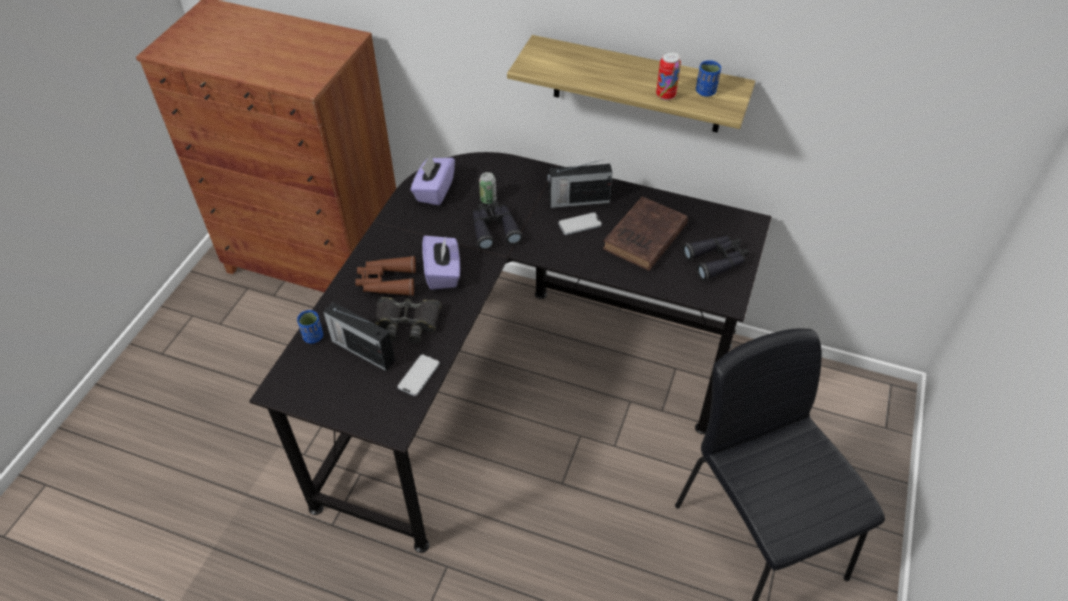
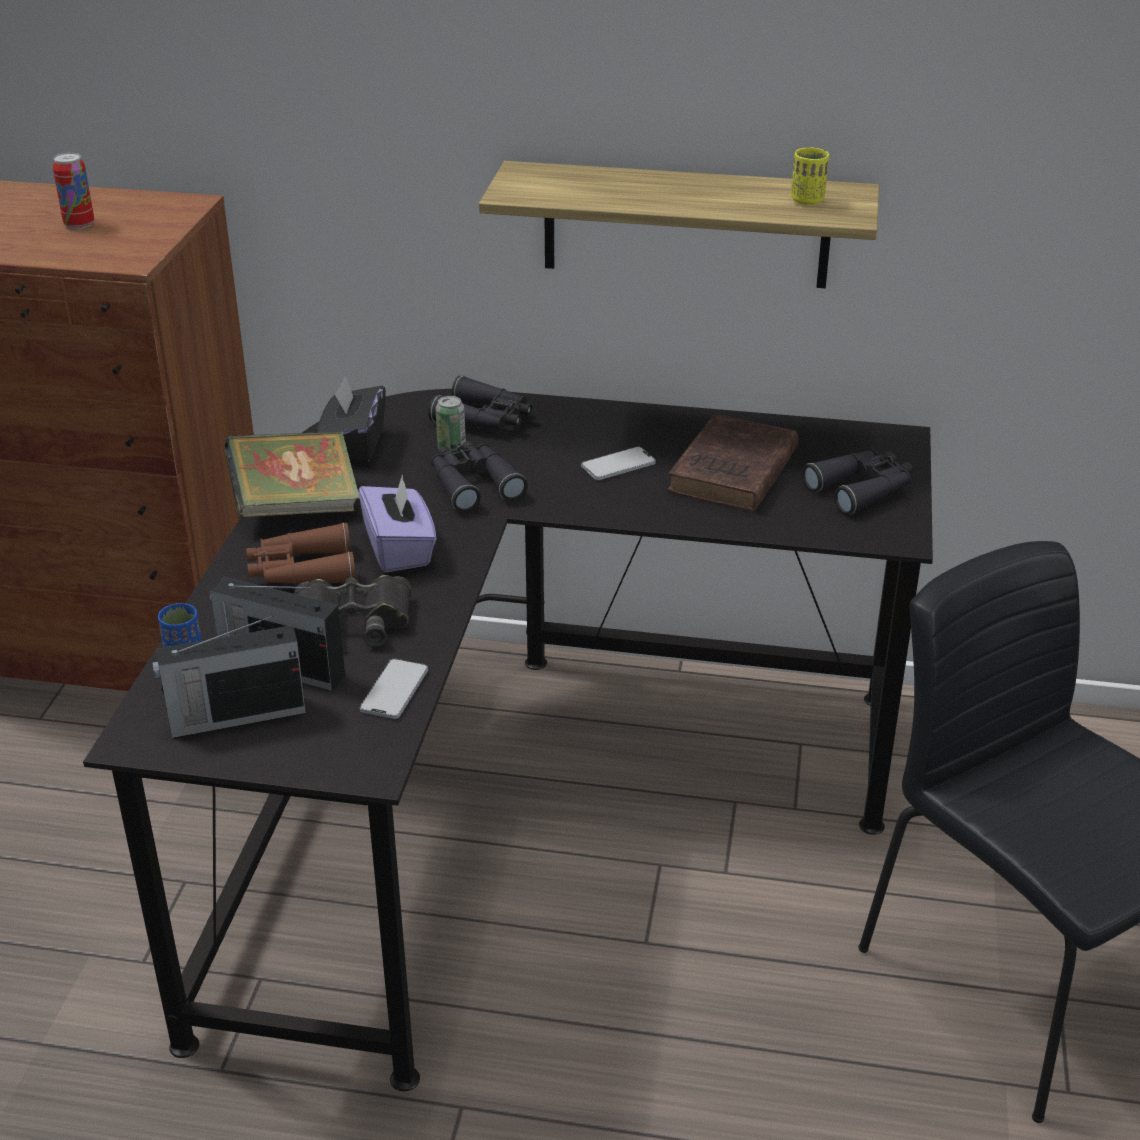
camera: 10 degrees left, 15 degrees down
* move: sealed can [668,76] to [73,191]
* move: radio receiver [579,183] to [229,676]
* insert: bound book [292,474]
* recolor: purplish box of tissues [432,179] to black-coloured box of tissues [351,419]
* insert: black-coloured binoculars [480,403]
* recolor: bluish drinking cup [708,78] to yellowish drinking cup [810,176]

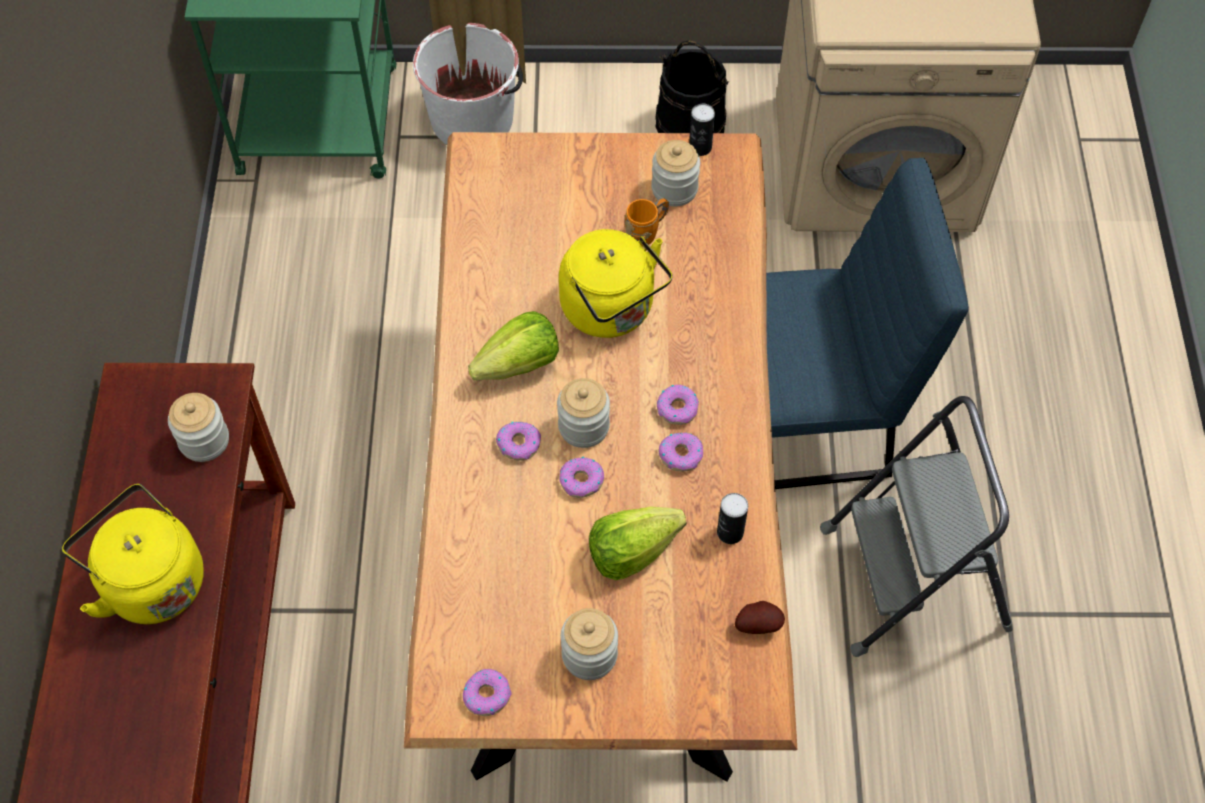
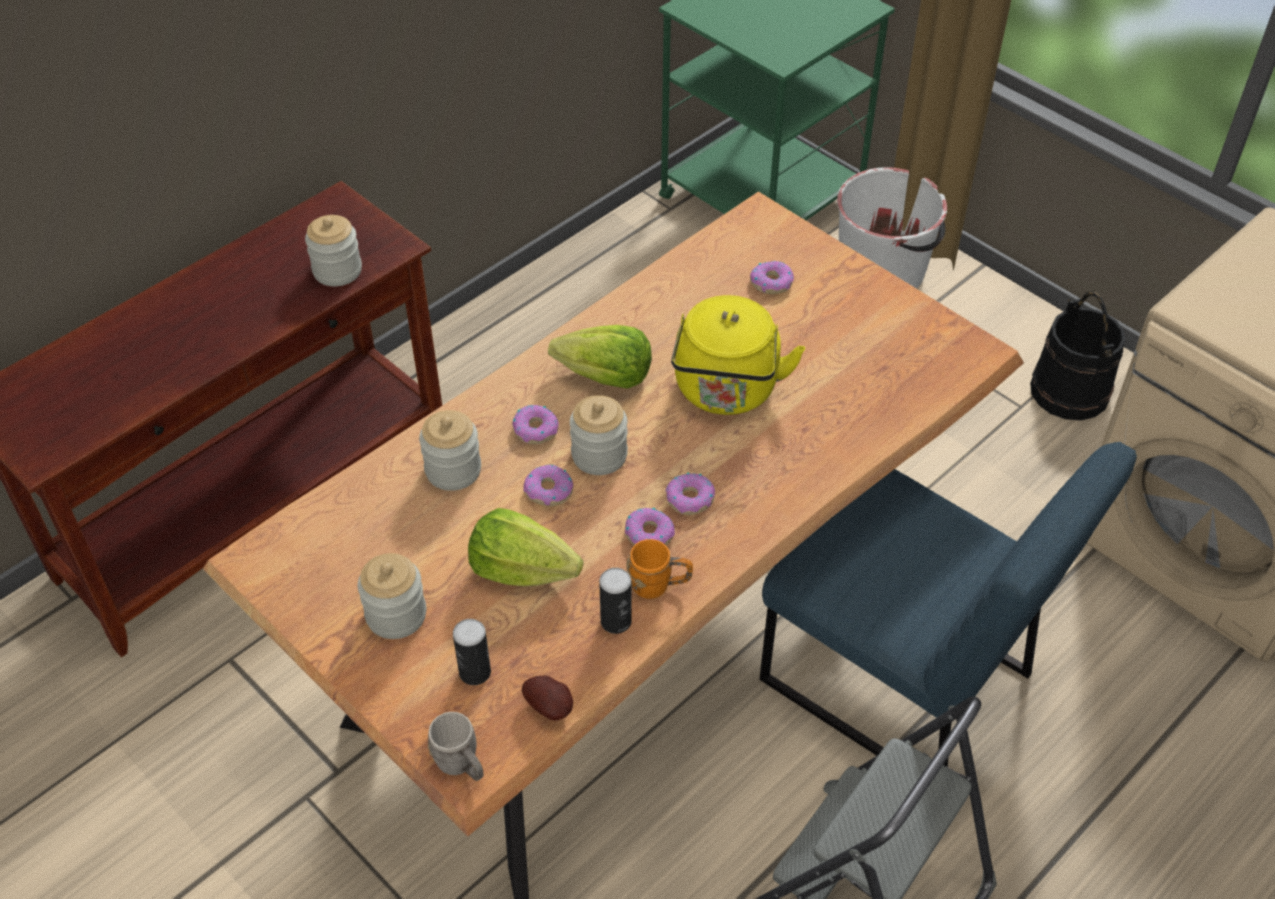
camera: 45 degrees right, 10 degrees down
* move: storage jar [675,173] to [450,450]
* insert: greyish tea mug [456,746]
* move: sealed can [702,130] to [472,652]
* move: orangey tea mug [646,222] to [660,569]
* move: ring doughnut [487,692] to [772,277]
* delete: yellowish kettle [133,554]

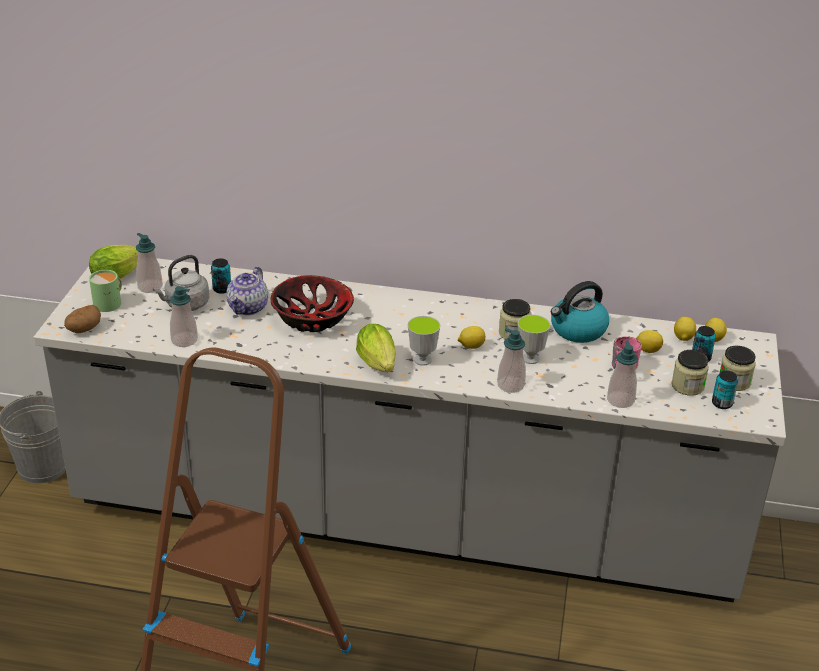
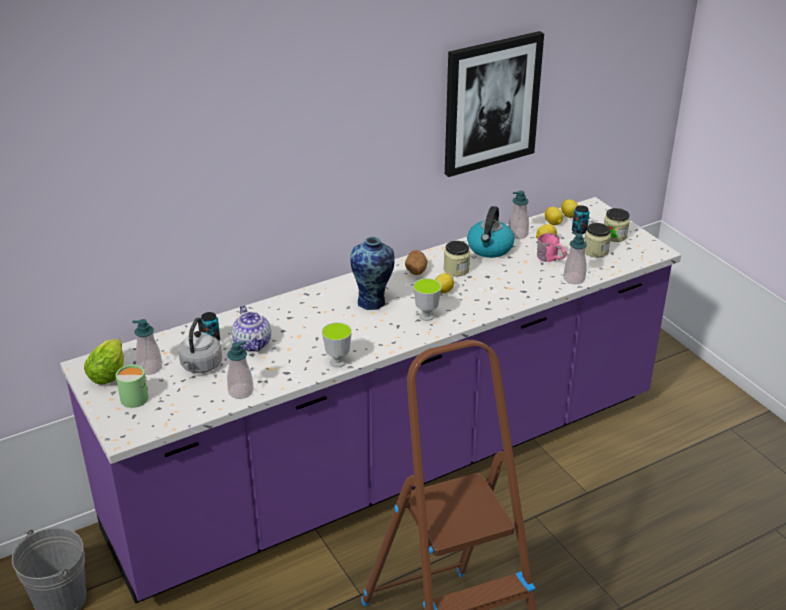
camera: 40 degrees left, 0 degrees up
* recolor: greyish kitchen counter [410,430] to purplish kitchen counter [370,400]
* move: drinking cup [534,339] to [337,344]
* insert: vase [372,273]
* move: spud [82,319] to [416,262]
* insert: wall art [494,104]
* move: soap dispenser [511,360] to [518,215]
* delete: bowl [312,303]
* delete: lettuce [376,348]
* delete: sealed can [725,389]

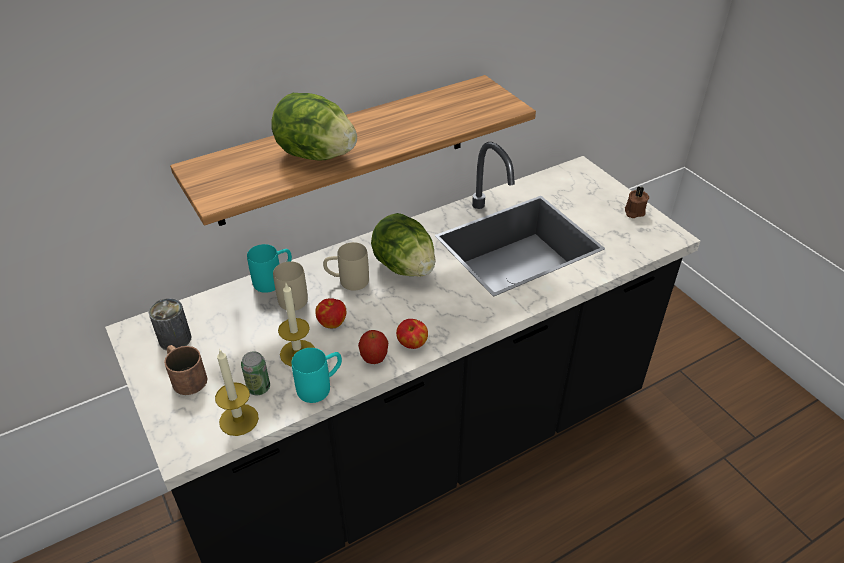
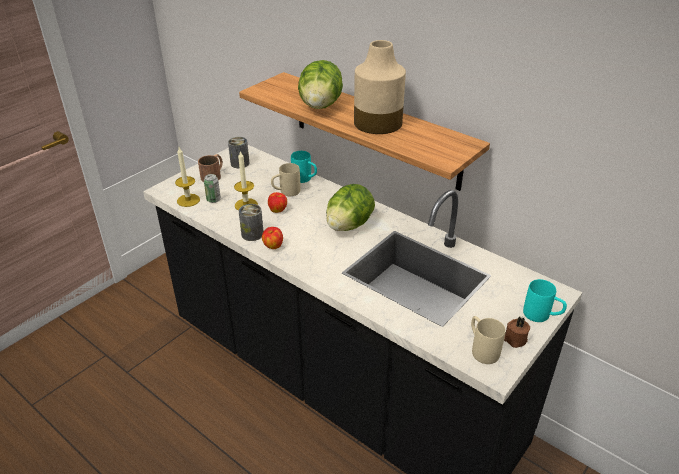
camera: 70 degrees right, 5 degrees down
* replace: apple fruit [373,347] to sealed can [251,222]
* insert: beige vase [380,87]
* move: beige tea mug [346,266] to [488,340]
* move: turquoise tea mug [317,375] to [545,300]

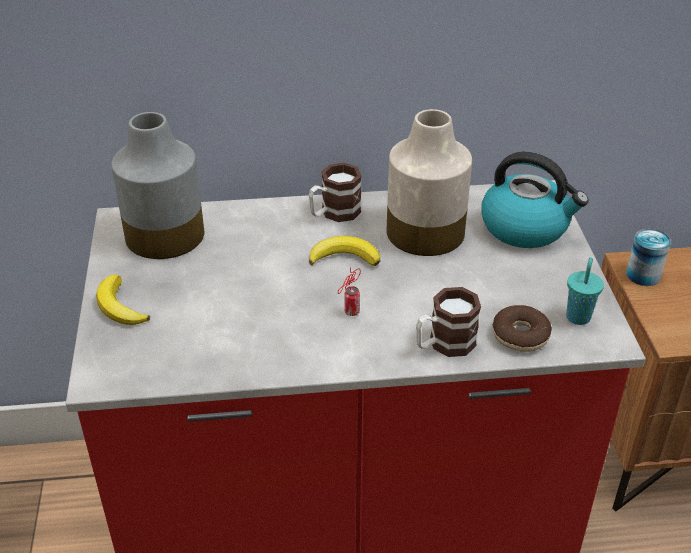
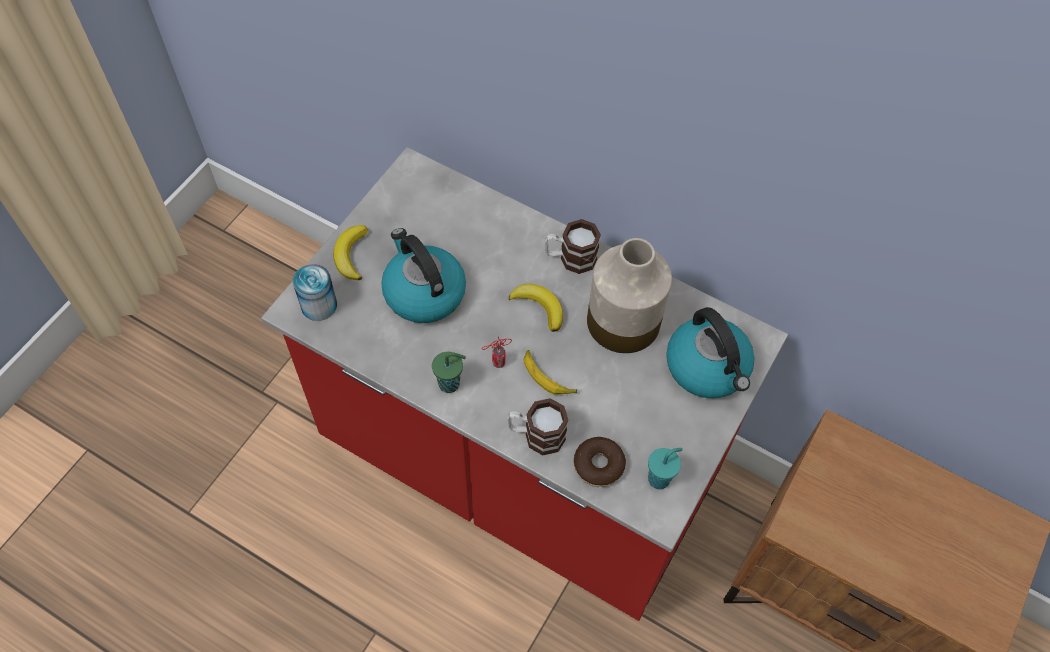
camera: 35 degrees right, 20 degrees up
* move: sealed can [648,257] to [315,292]
* insert: kettle [423,275]
* insert: green drinking cup [449,372]
* insert: banana [550,372]
* delete: greyish vase [157,185]

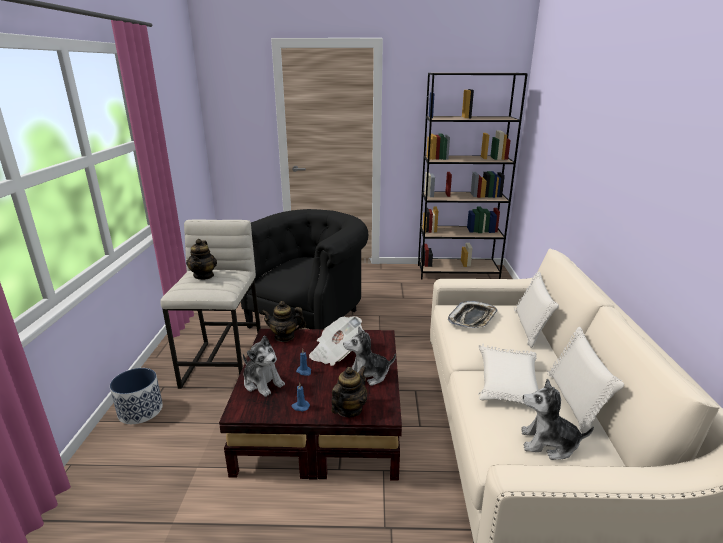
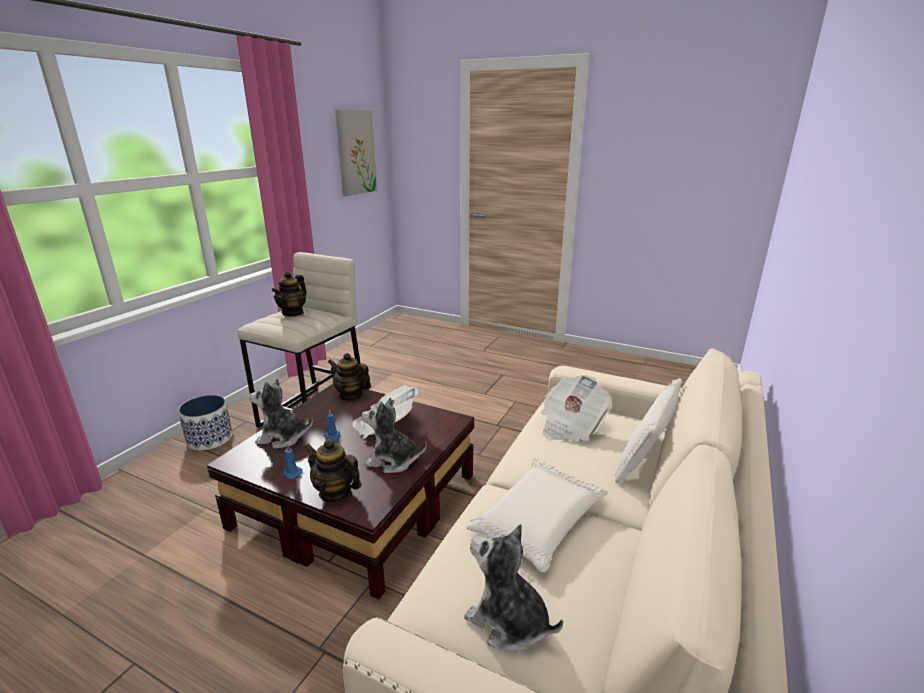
camera: 25 degrees right, 0 degrees up
* rotate: plush toy [264,366] = [281,414] 120 degrees clockwise
* rotate: teapot [349,391] = [333,471] 120 degrees counterclockwise
* insert: wall art [356,153]
* replace: carrying tray [472,314] to newspaper [576,408]
* delete: black-coloured easy chair [304,269]
* delete: beige shelving unit [473,176]
* delete: white-coloured pillow [585,380]

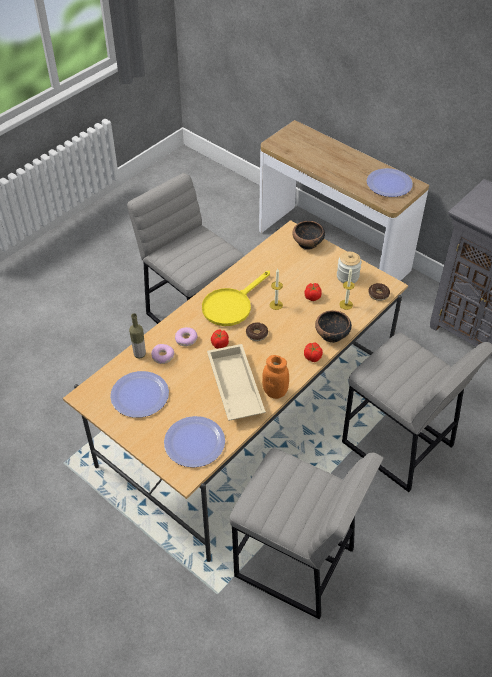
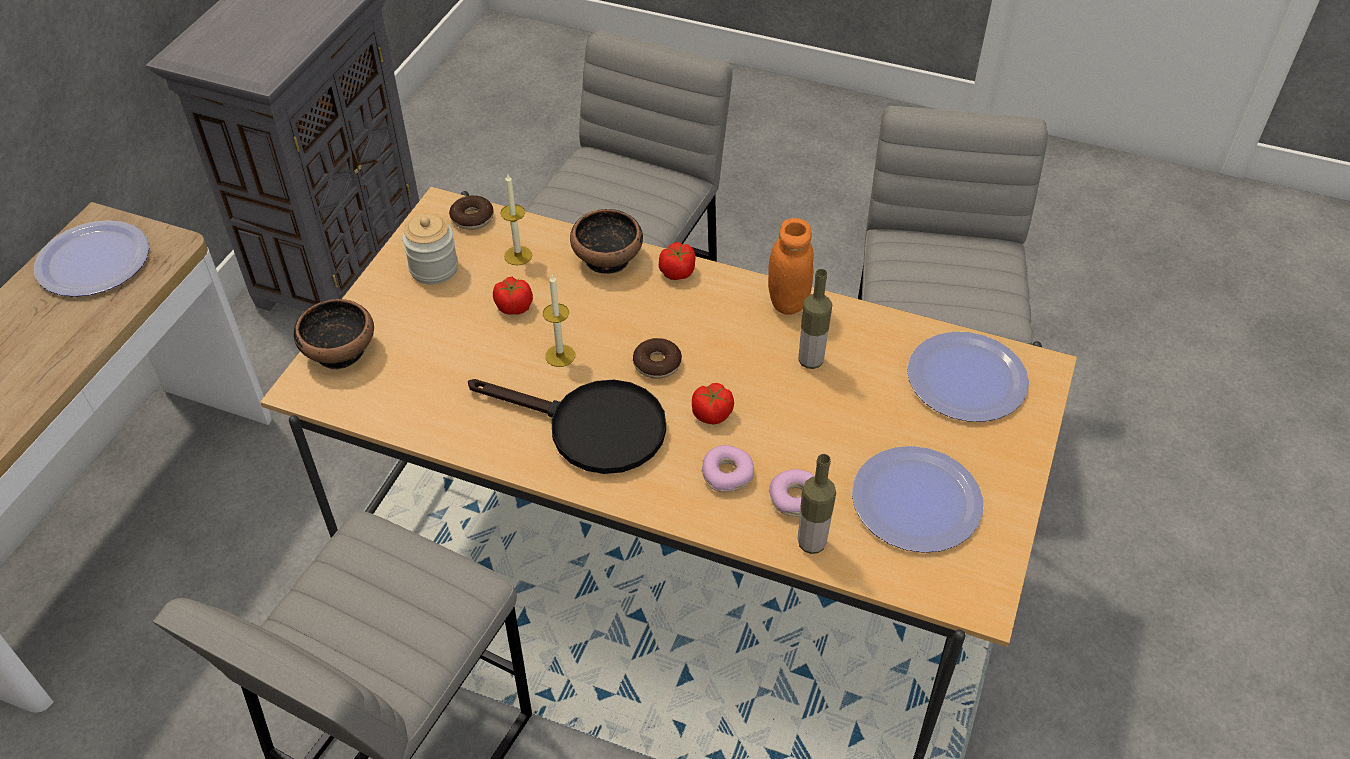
camera: 110 degrees left, 0 degrees up
* recolor: yellowish frying pan [236,298] to black-coloured frying pan [567,426]
* replace: beige carrying tray [236,382] to bottle [815,319]

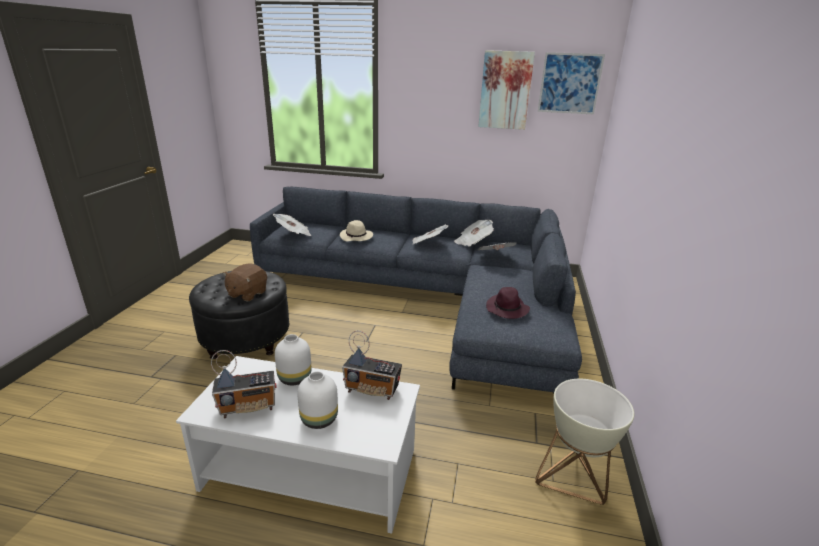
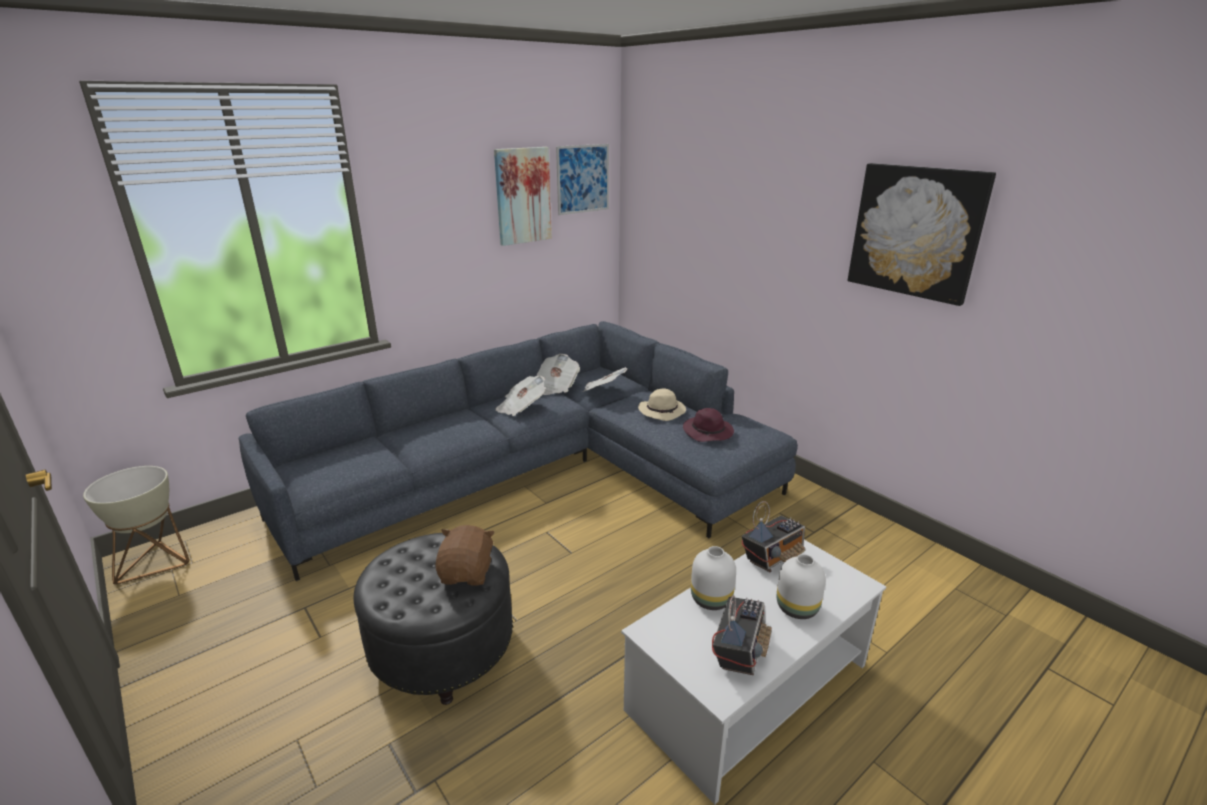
camera: 50 degrees left, 0 degrees up
* move: planter [584,442] to [136,525]
* rotate: brownish plush toy [245,282] = [465,555] 150 degrees counterclockwise
* move: beige hat [356,230] to [662,404]
* insert: wall art [922,234]
* delete: newspaper [292,225]

